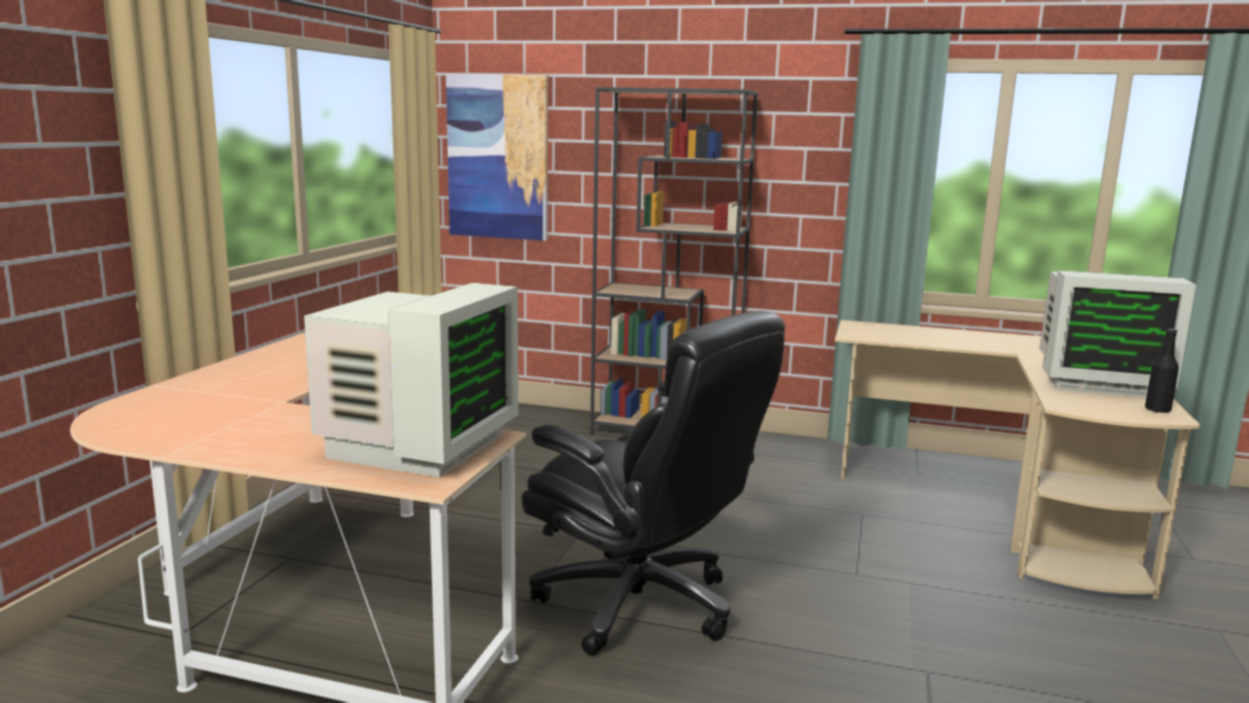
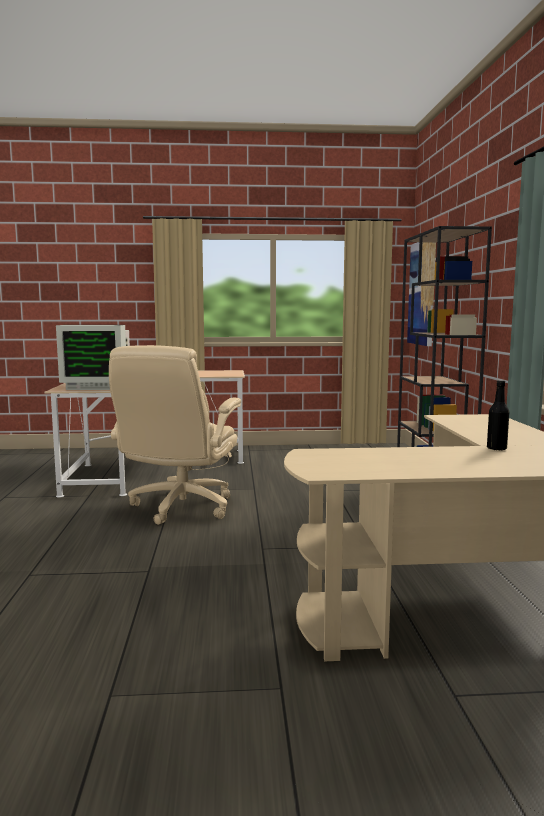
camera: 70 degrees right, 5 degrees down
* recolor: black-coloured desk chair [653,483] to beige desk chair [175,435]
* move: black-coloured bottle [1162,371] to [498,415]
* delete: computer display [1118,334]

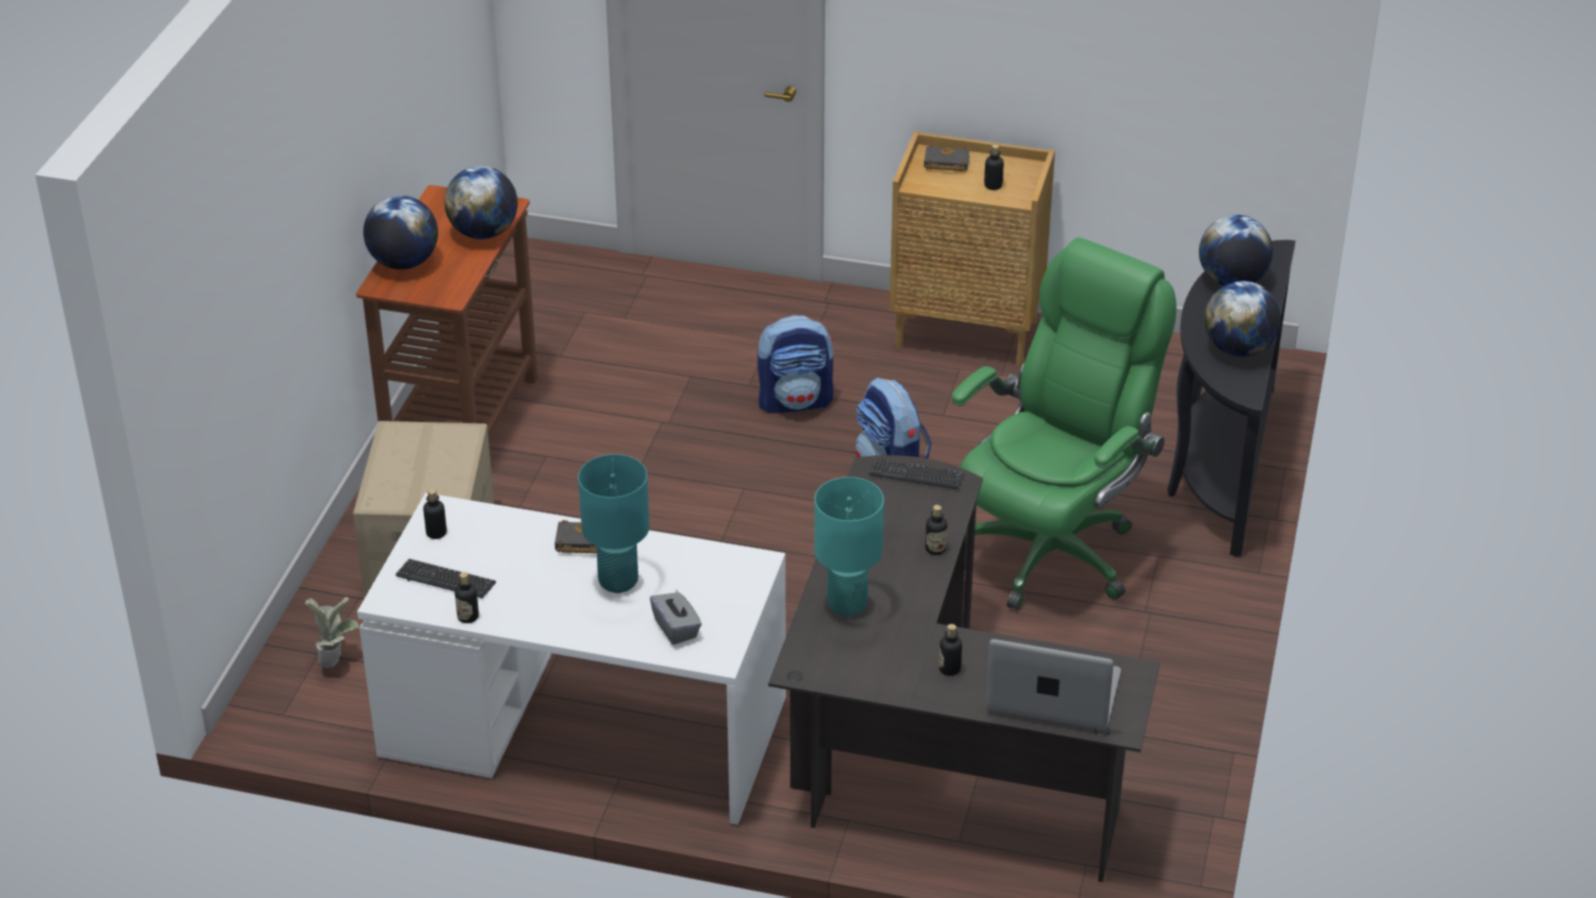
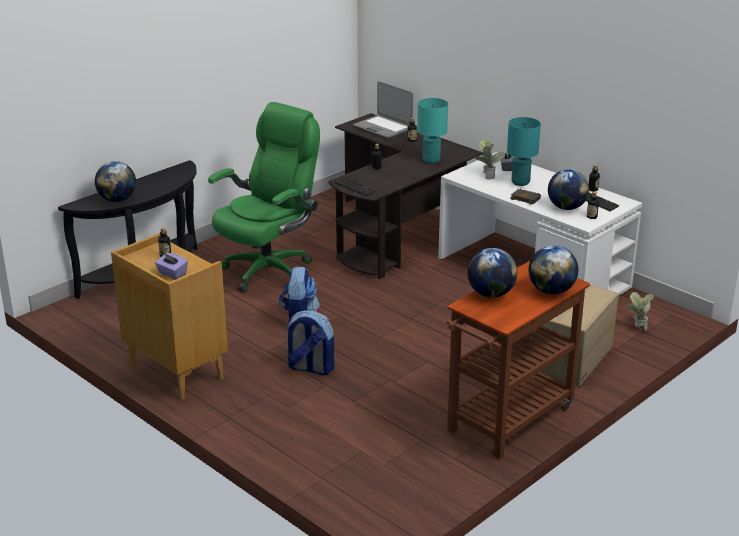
camera: 150 degrees left, 10 degrees down
* replace: black-coloured bound book [947,158] to purplish box of tissues [171,266]
* rotate: green desk chair [1064,424] = [264,197] 150 degrees clockwise
* insert: houseplant [489,159]
* move: globe [1242,319] to [568,189]

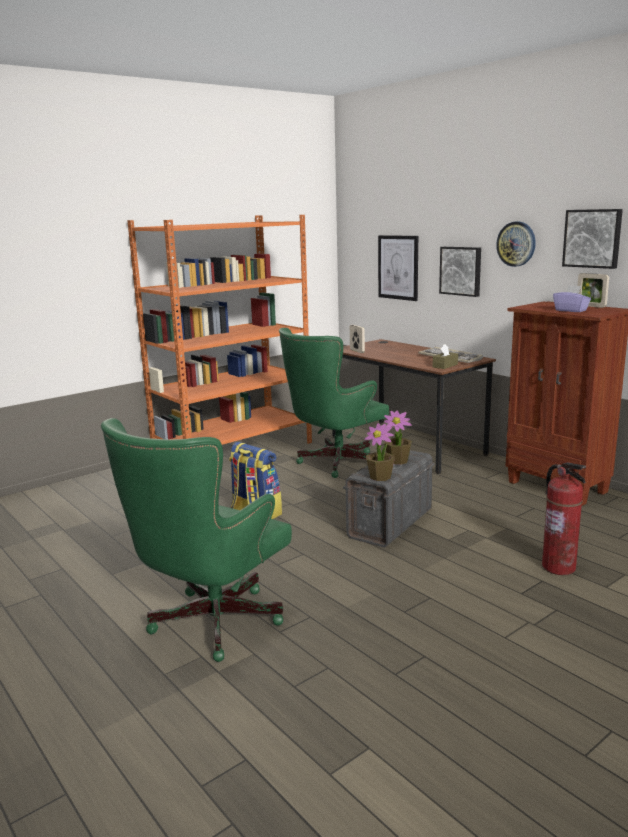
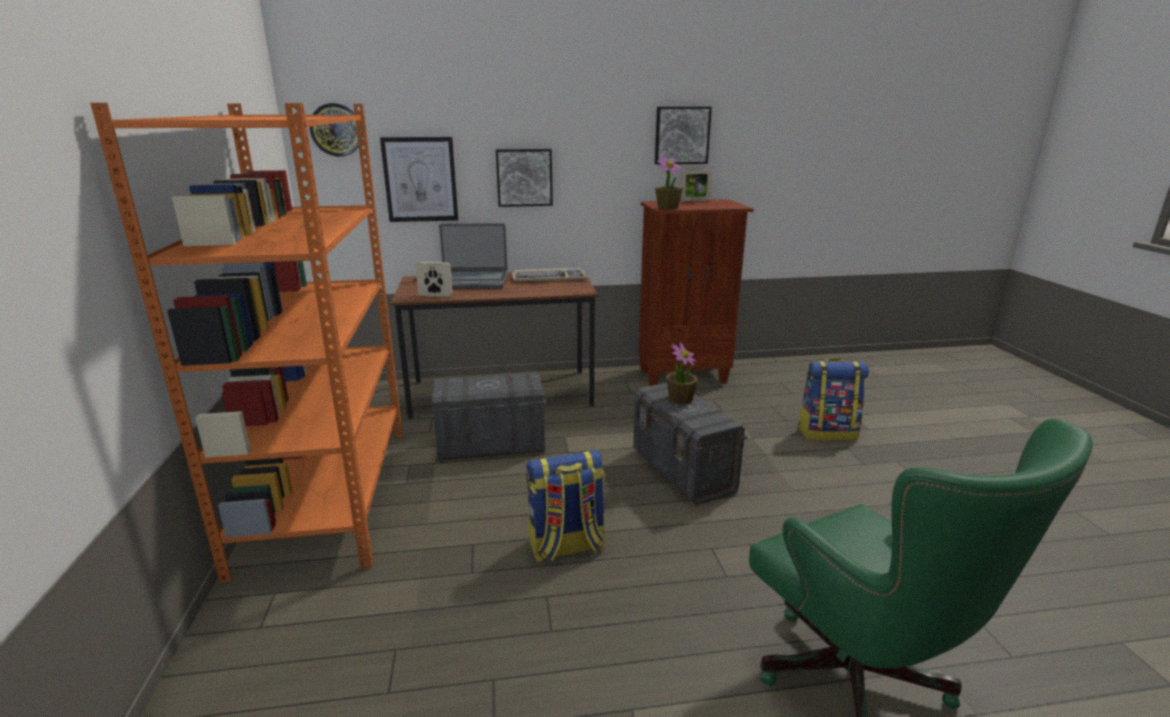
camera: 60 degrees left, 5 degrees up
* move: wall clock [516,244] to [336,130]
* replace: green desk chair [334,403] to greyish storage container [488,416]
* insert: portable computer [473,256]
* move: houseplant [380,452] to [669,183]
* replace: fire extinguisher [564,518] to backpack [833,399]
* delete: brownish box of tissues [445,356]
* delete: purplish box of tissues [572,298]

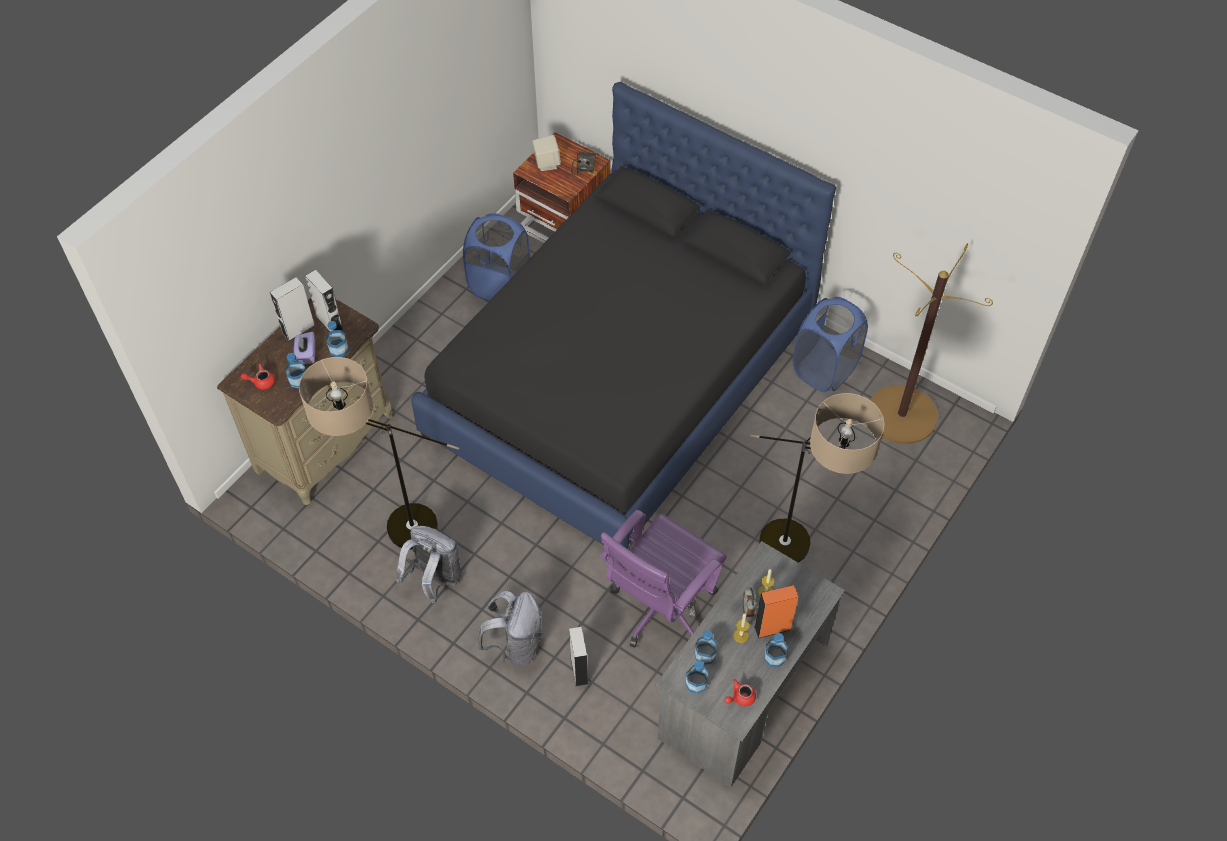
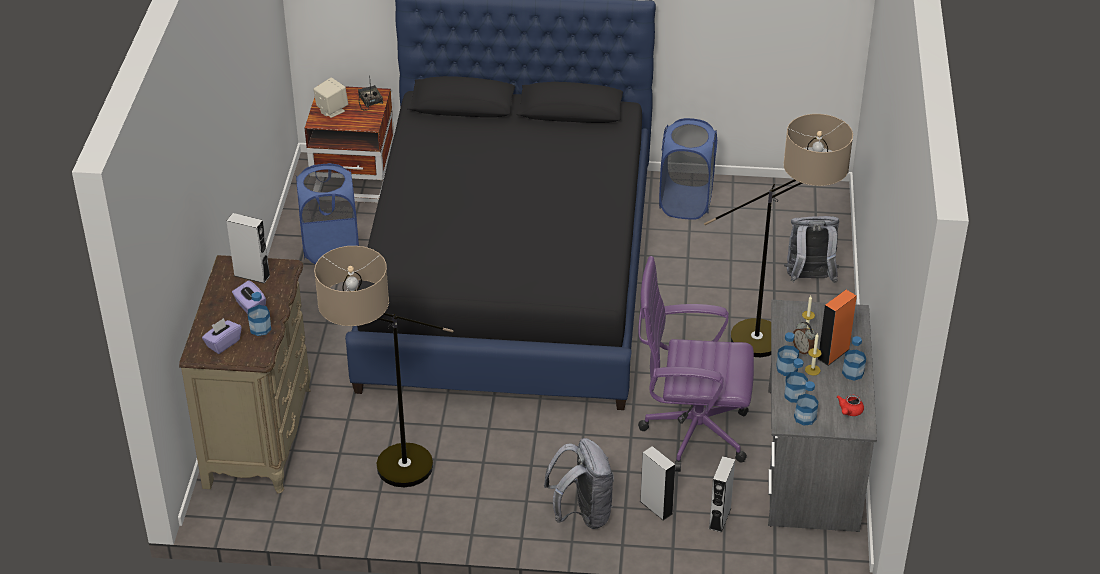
camera: 30 degrees left, 15 degrees down
* replace: red-coloured teapot [258,376] to purplish box of tissues [222,336]
* rotate: purplish desk chair [663,579] = [696,364] 90 degrees clockwise
* move: greyish speaker [293,309] to [722,494]
* move: bottle [337,339] to [787,354]
* move: greyish backpack [428,564] to [811,249]
* delete: brownish clothes rack [931,344]

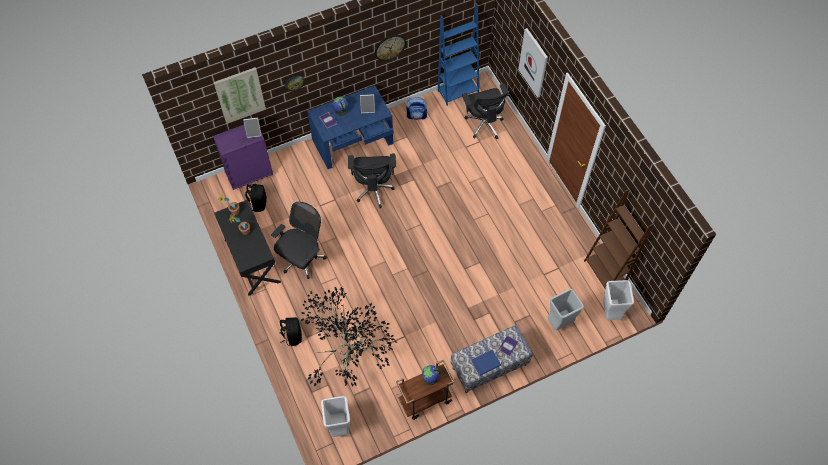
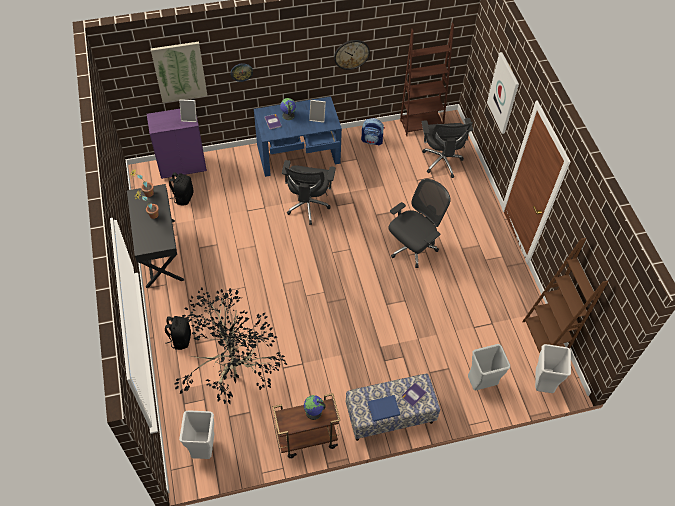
camera: 10 degrees right, 5 degrees down
* move: desk chair [299,240] to [420,223]
* recolor: bluish shelving unit [458,54] to brownish shelving unit [427,79]

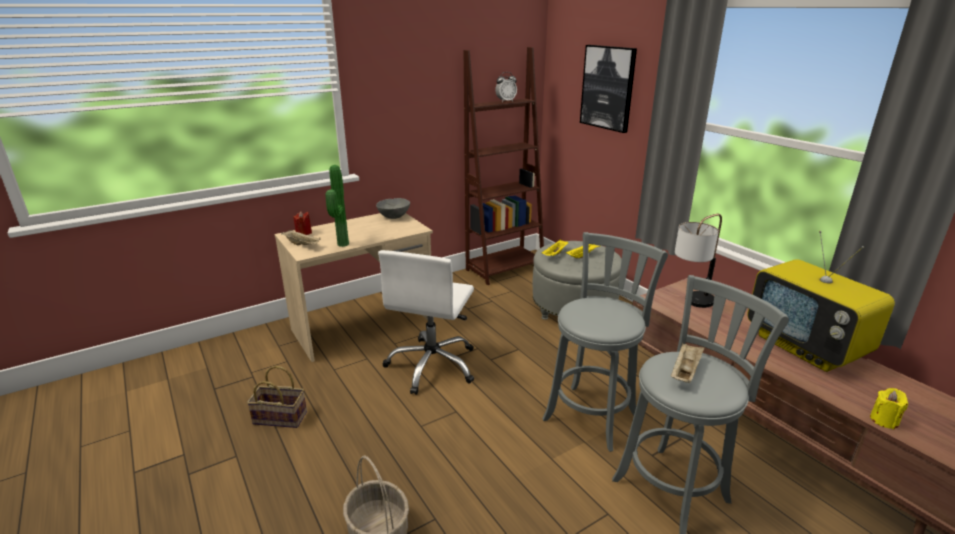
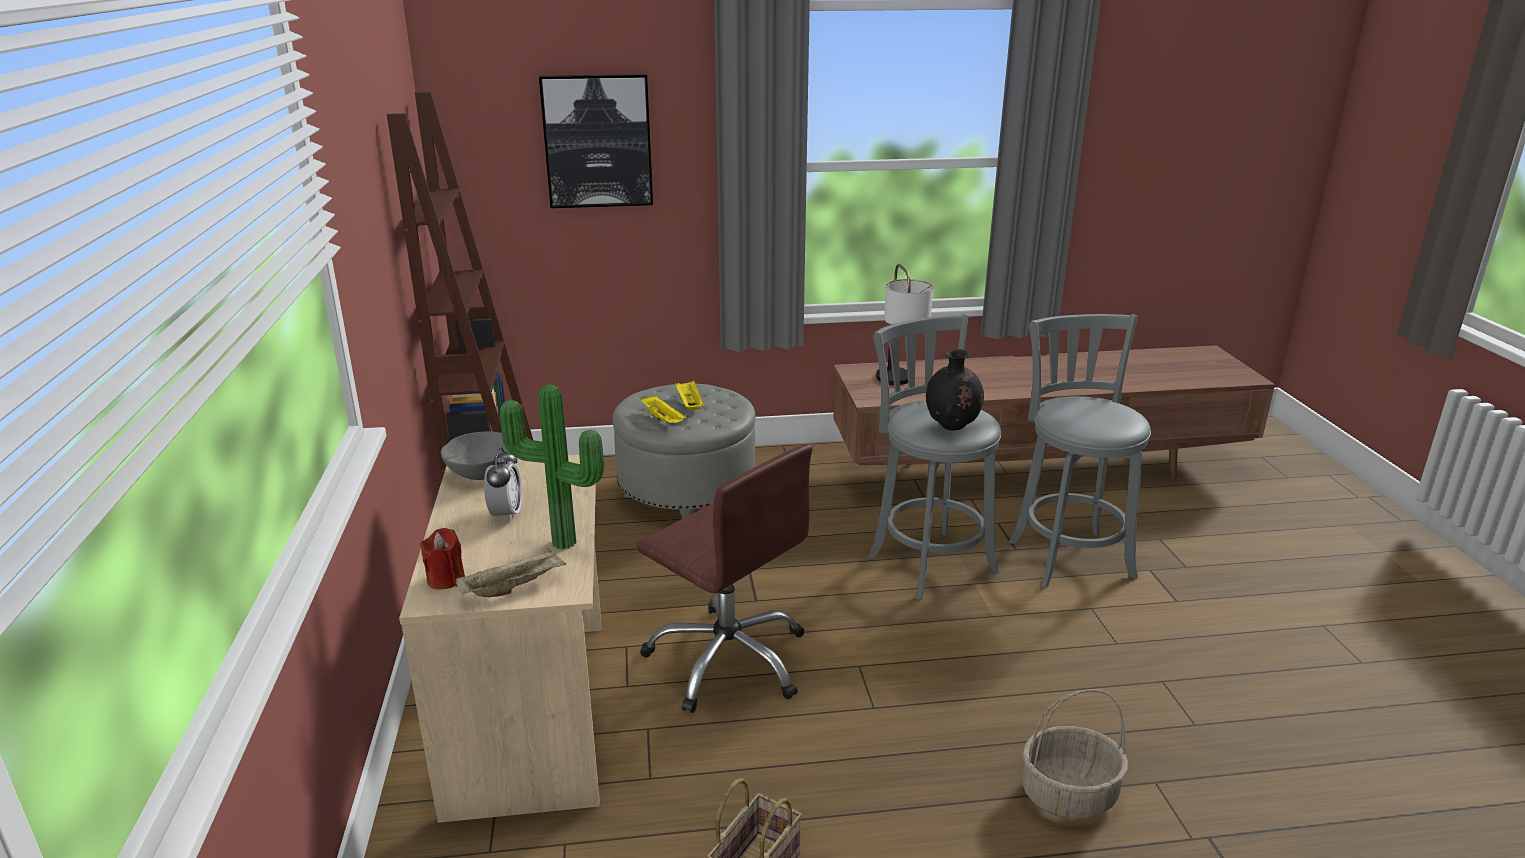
camera: 65 degrees left, 0 degrees up
* move: table clock [506,87] to [503,484]
* recolor: white-coloured desk chair [426,322] to brownish desk chair [724,578]
* insert: black-coloured vase [955,389]
* delete: beige carrying tray [687,362]
* delete: TV [821,301]
* delete: yellowish candle [889,408]

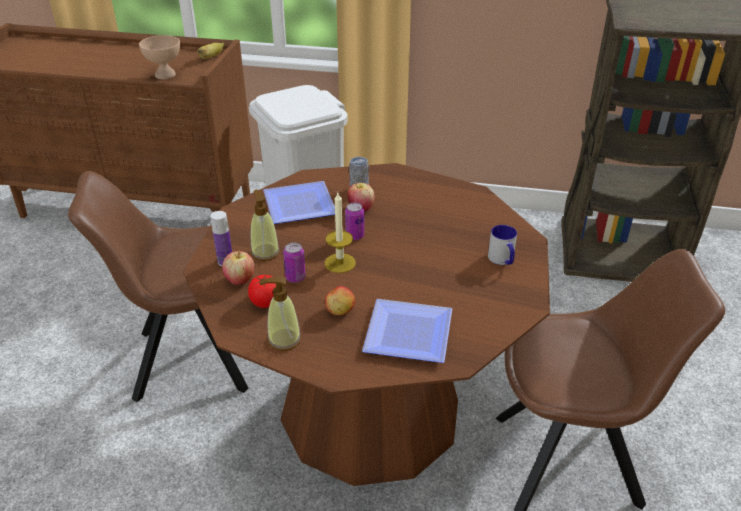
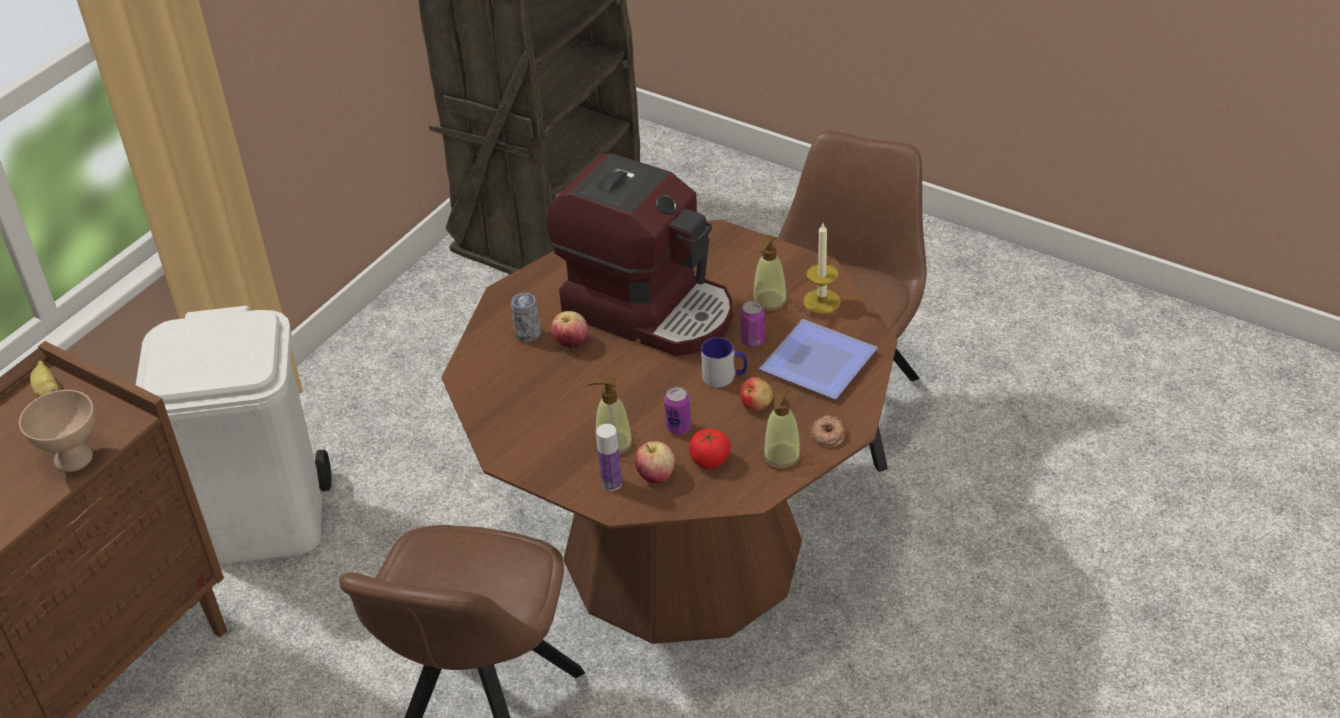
camera: 65 degrees left, 5 degrees up
* insert: coffee brewer [640,254]
* move: tea mug [502,245] to [724,362]
* move: sealed can [354,221] to [752,324]
* insert: soap dispenser [770,274]
* move: candle [340,233] to [822,268]
* insert: ring doughnut [827,431]
* delete: flat dish [299,202]

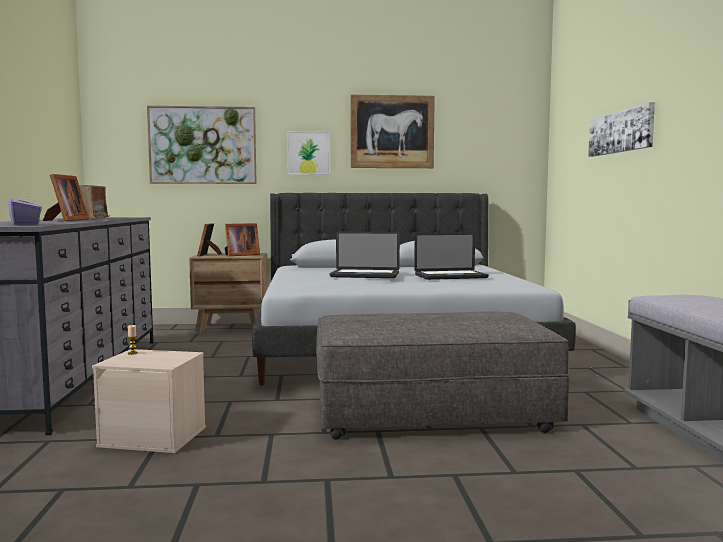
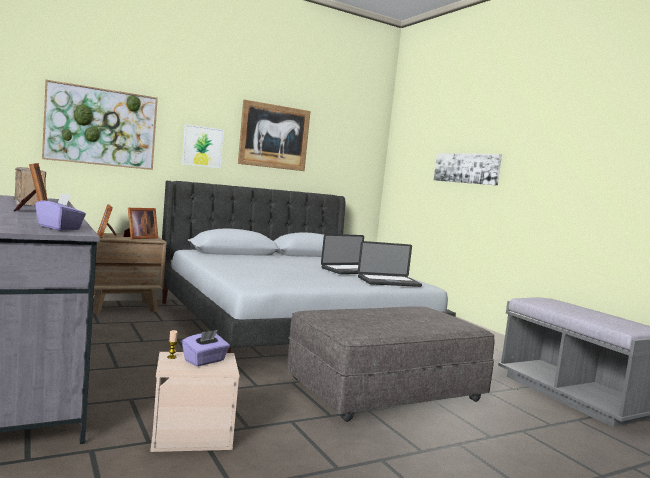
camera: 25 degrees left, 0 degrees up
* insert: purplish box of tissues [206,348]
* move: portable computer [365,254] to [389,264]

